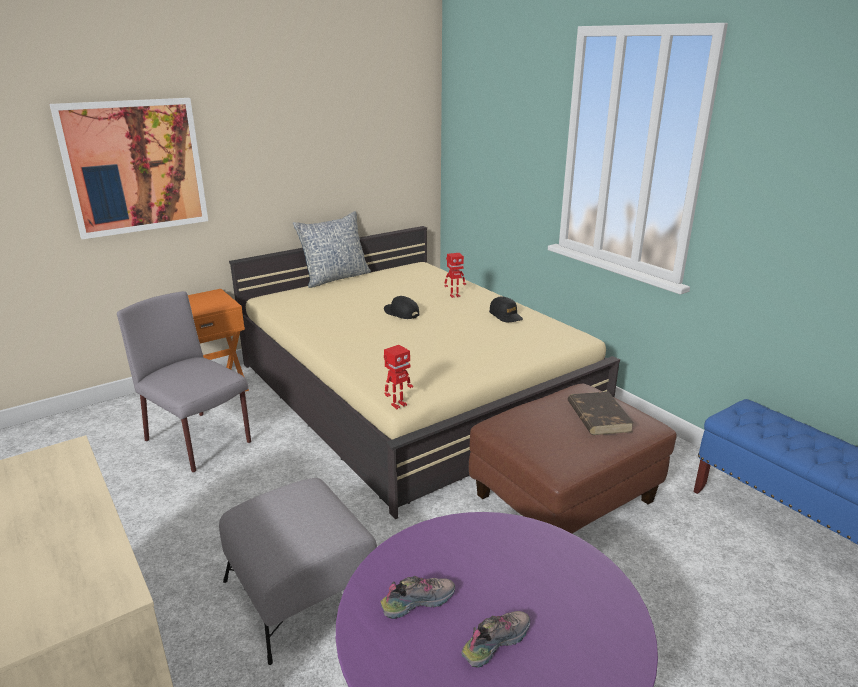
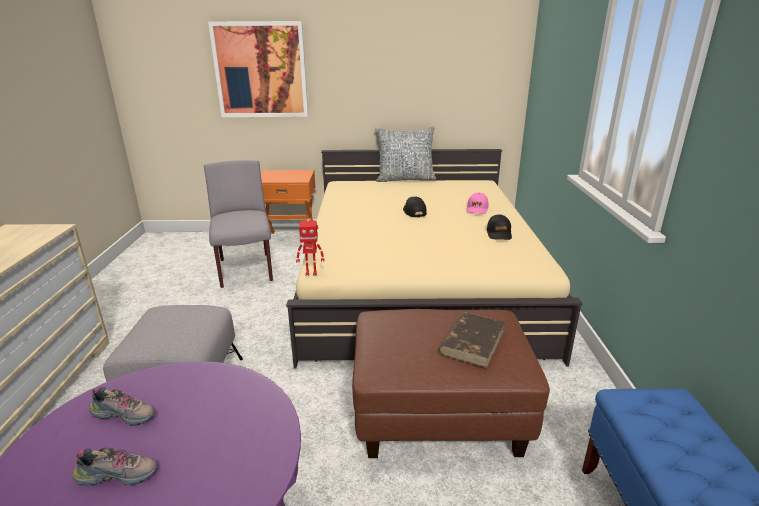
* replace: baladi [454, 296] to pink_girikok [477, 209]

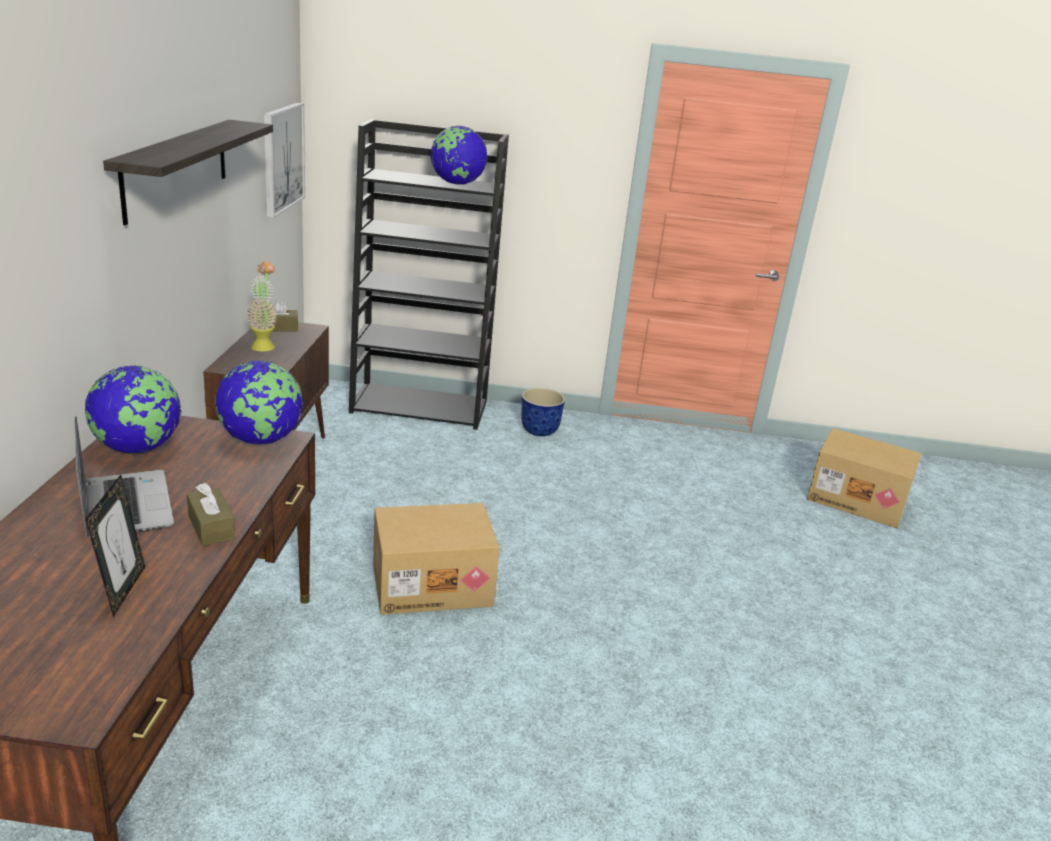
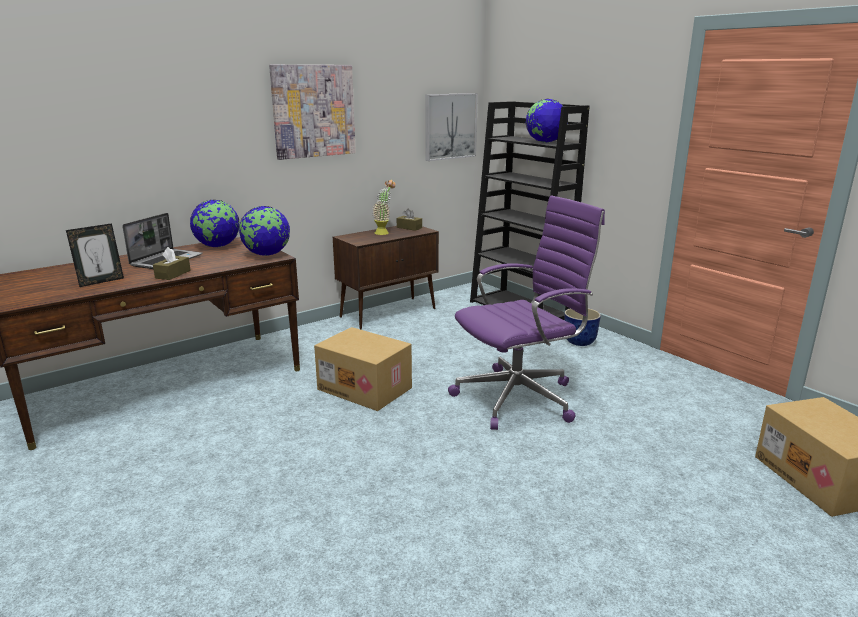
* replace: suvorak [176, 168] to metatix [313, 111]
* insert: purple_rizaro [520, 398]

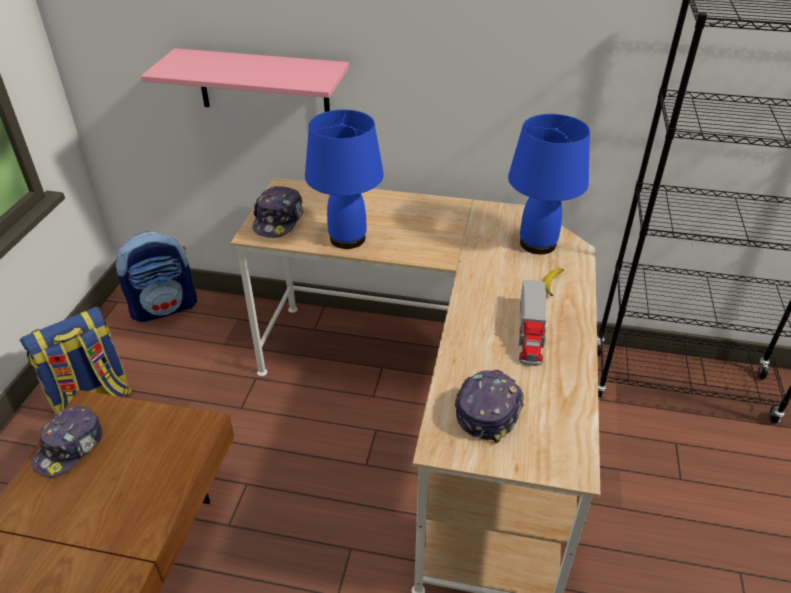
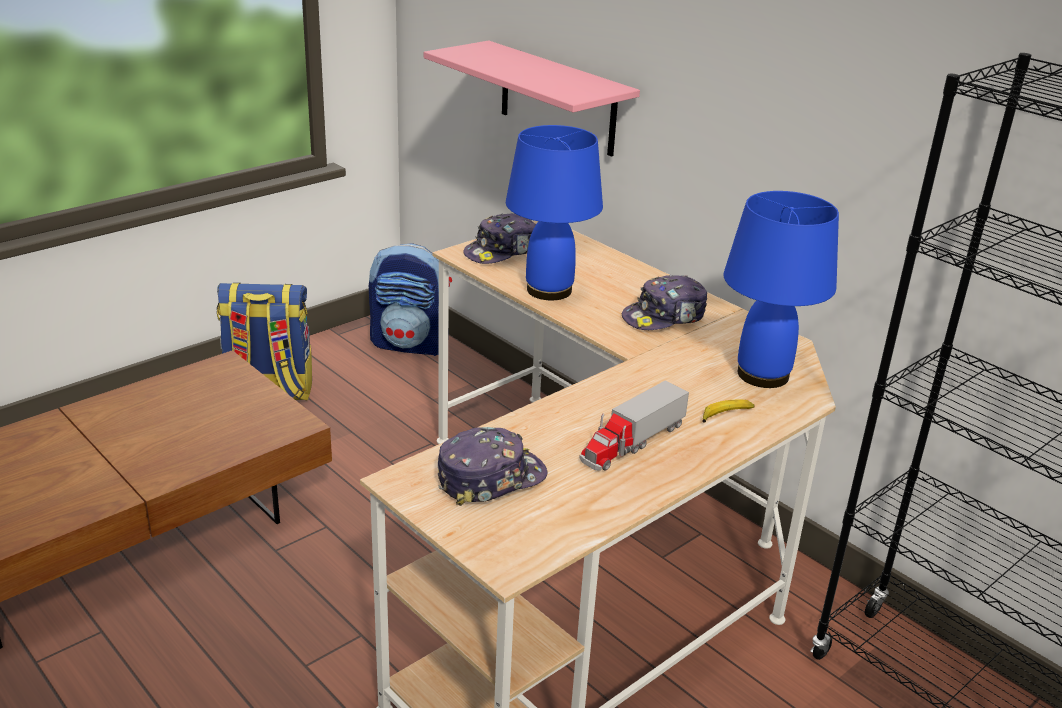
* move: girikok [70, 448] to [664, 317]

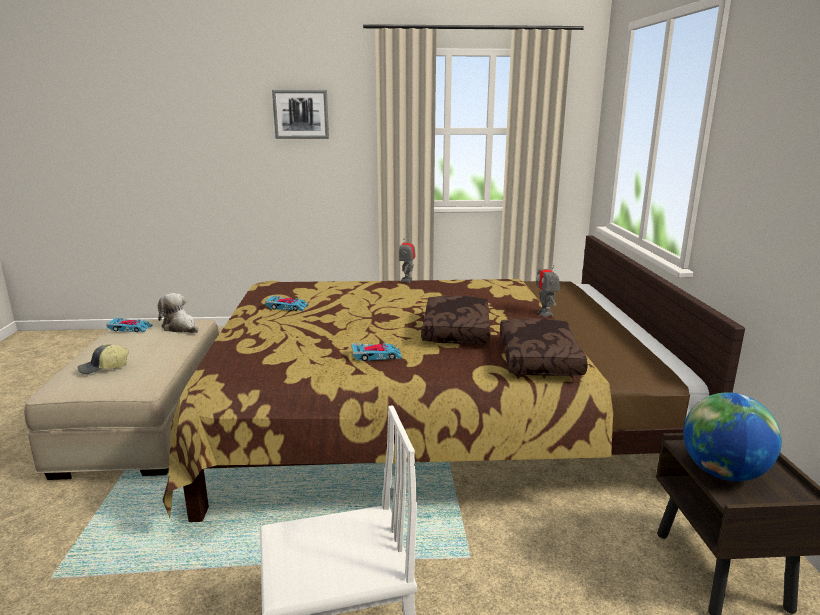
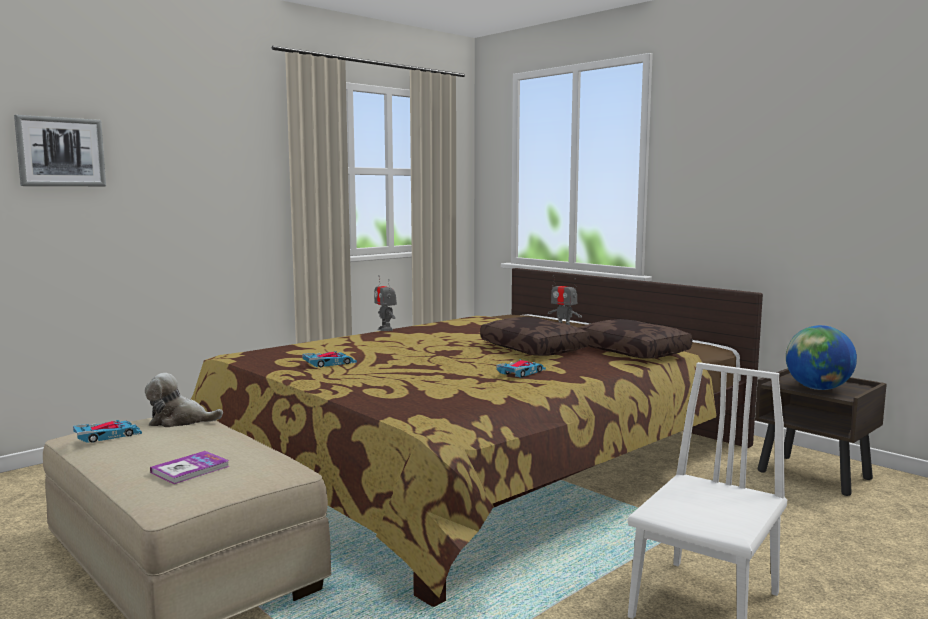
* replace: girikok [104, 368] to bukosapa [190, 469]
* move: metatix [301, 114] to [61, 152]

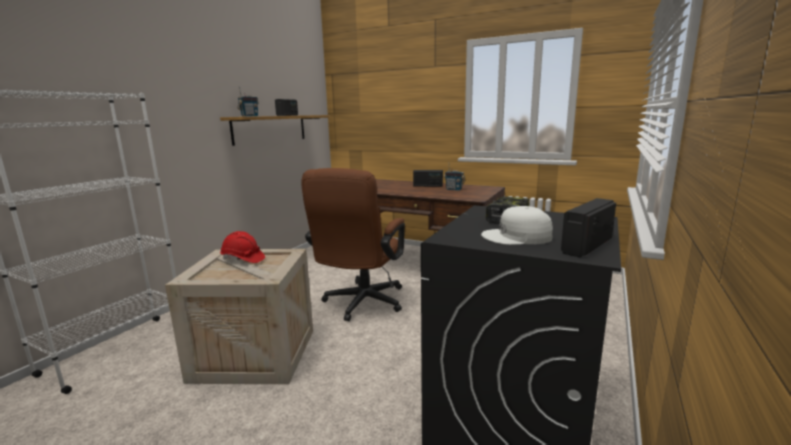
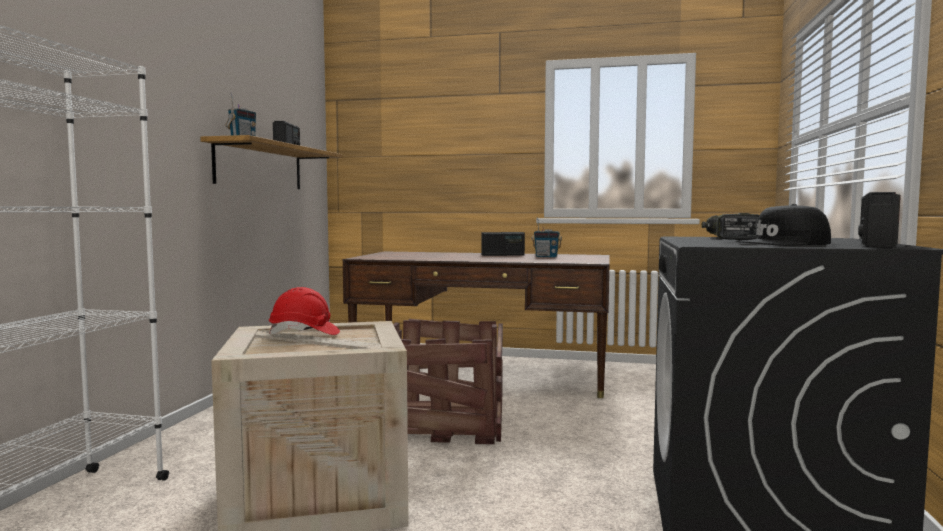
* replace: brown_rizaro [361, 304] to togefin [443, 424]
* recolor: white_girikok [517, 237] to black_girikok [783, 243]

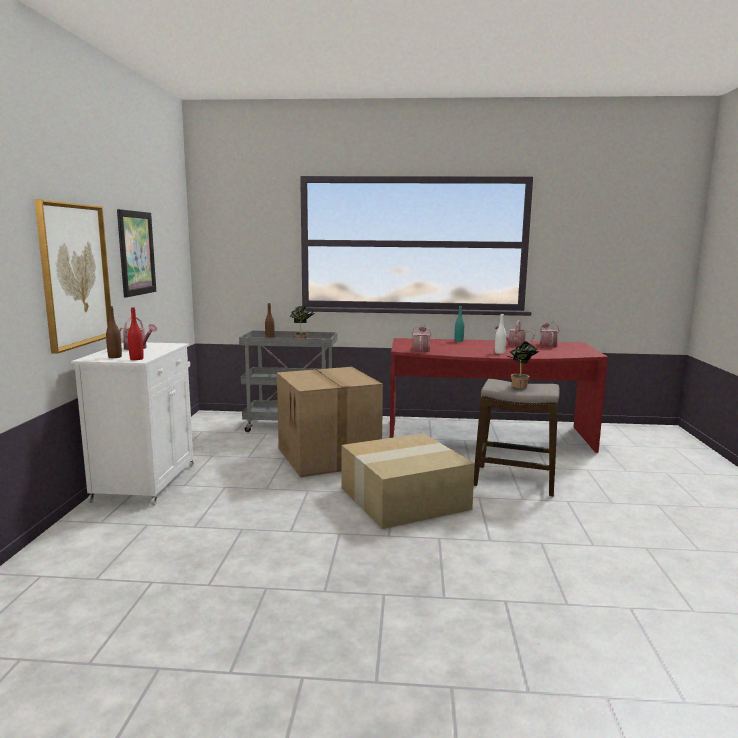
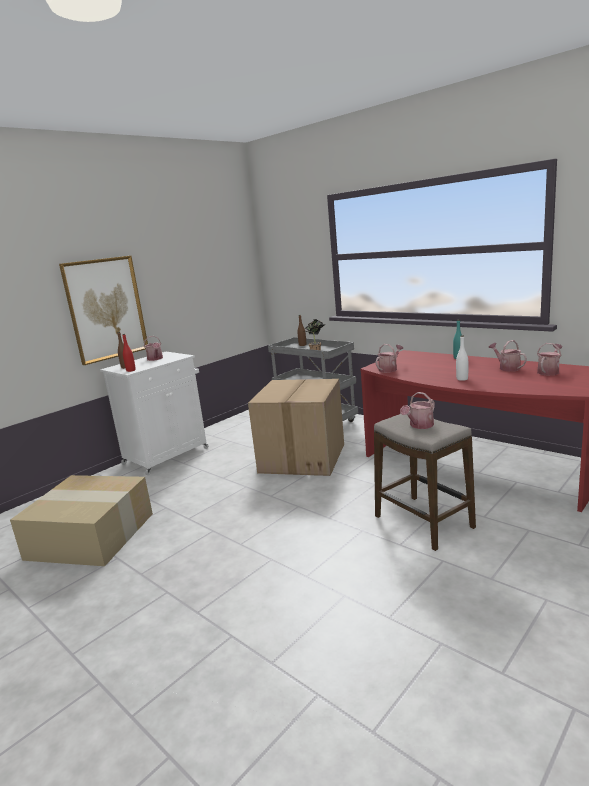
* delete: metatix [136, 253]
* move: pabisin [405, 497] to [93, 535]
* replace: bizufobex [520, 387] to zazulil [419, 426]

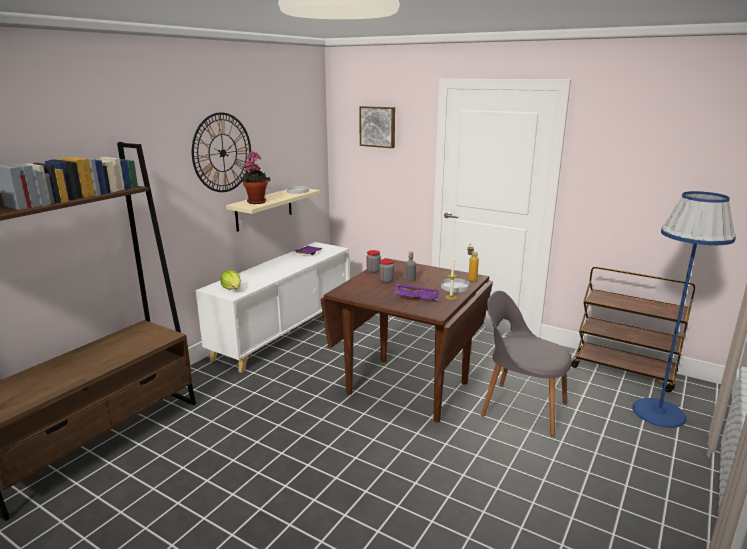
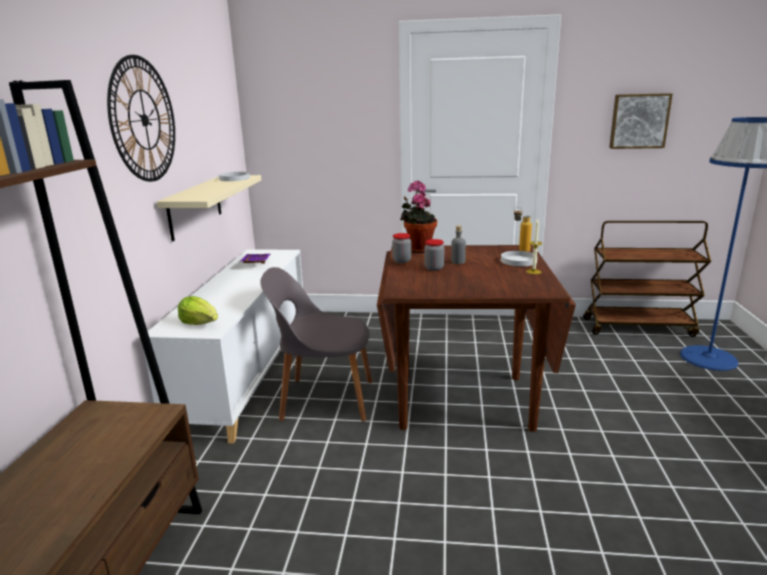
* move: bizufobex [256, 201] to [418, 249]
* move: metatix [378, 126] to [639, 121]
* delete: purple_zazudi [416, 297]
* move: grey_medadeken [521, 408] to [324, 399]

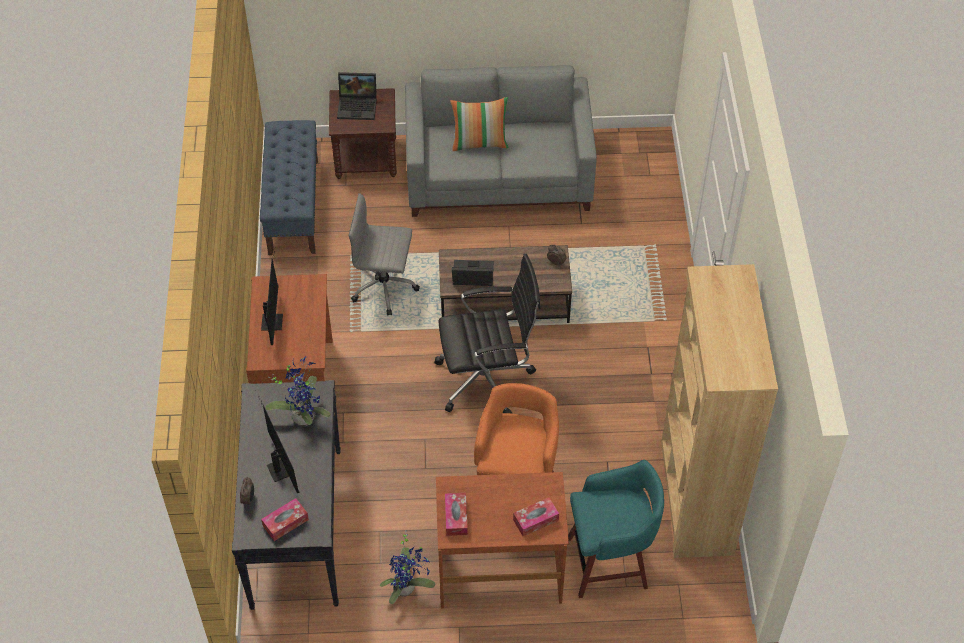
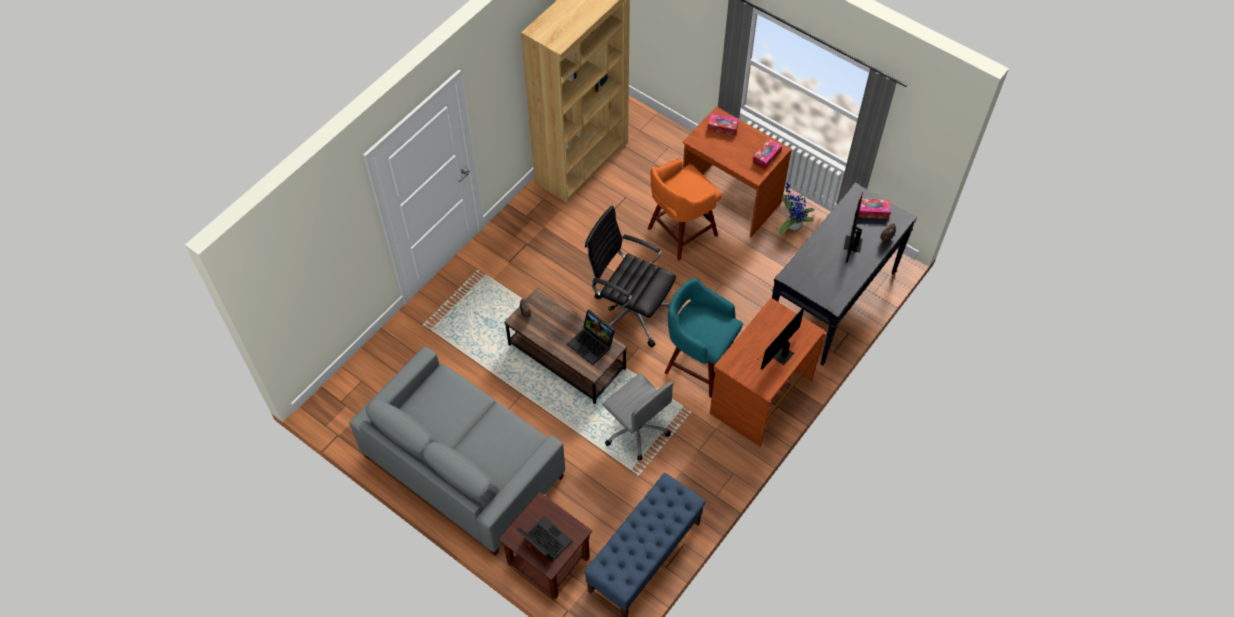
* delete: bizufobex [303, 416]
* delete: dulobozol [480, 143]
* move: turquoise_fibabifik [610, 562] to [699, 364]

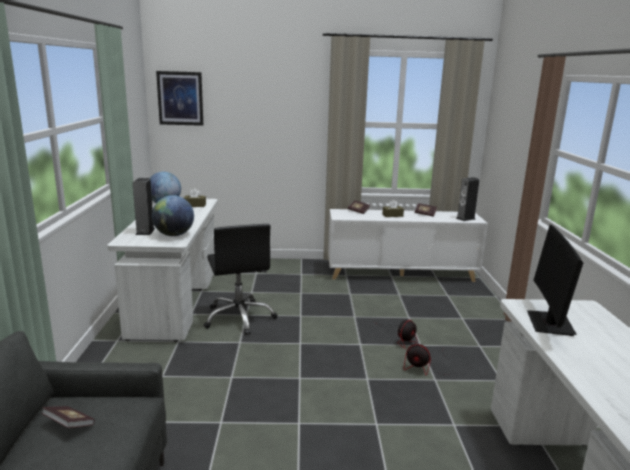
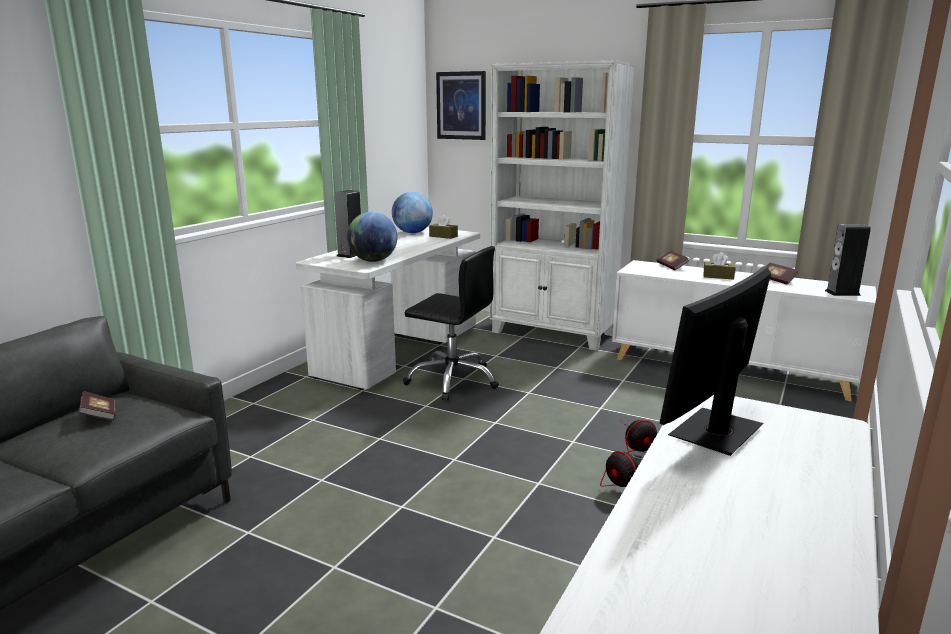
* rotate: black_rizaro [239, 317] = [453, 380] 75 degrees counterclockwise
* insert: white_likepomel [553, 333]

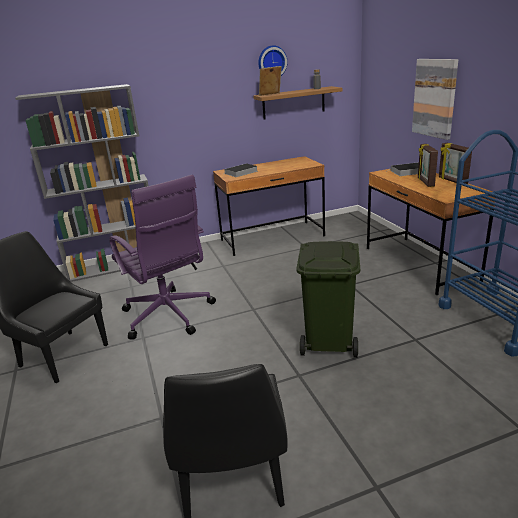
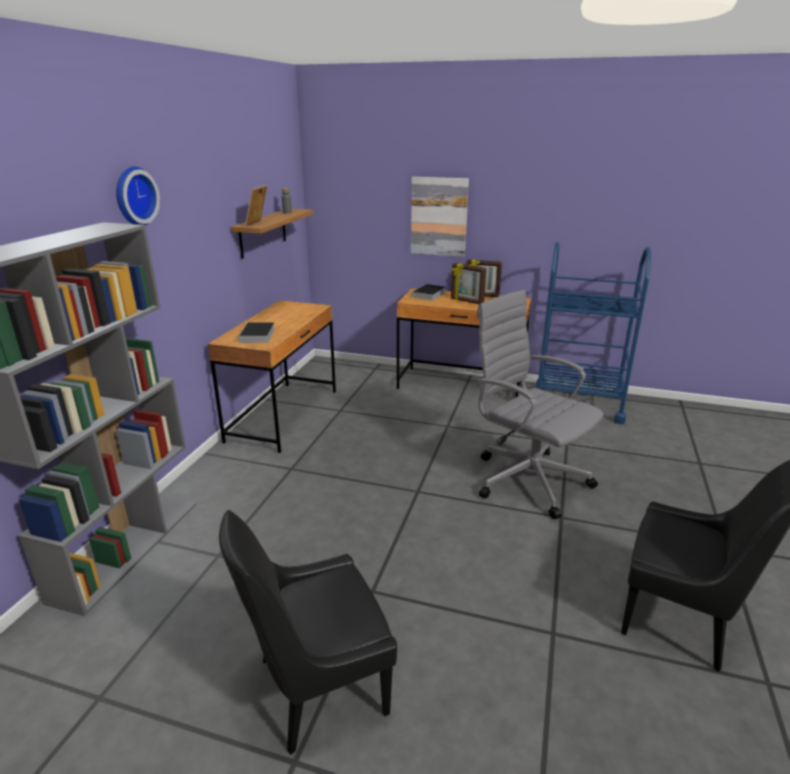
* delete: purple_rizaro [169, 316]
* move: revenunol [271, 62] to [133, 196]
* replace: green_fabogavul [330, 342] to grey_rizaro [527, 479]

